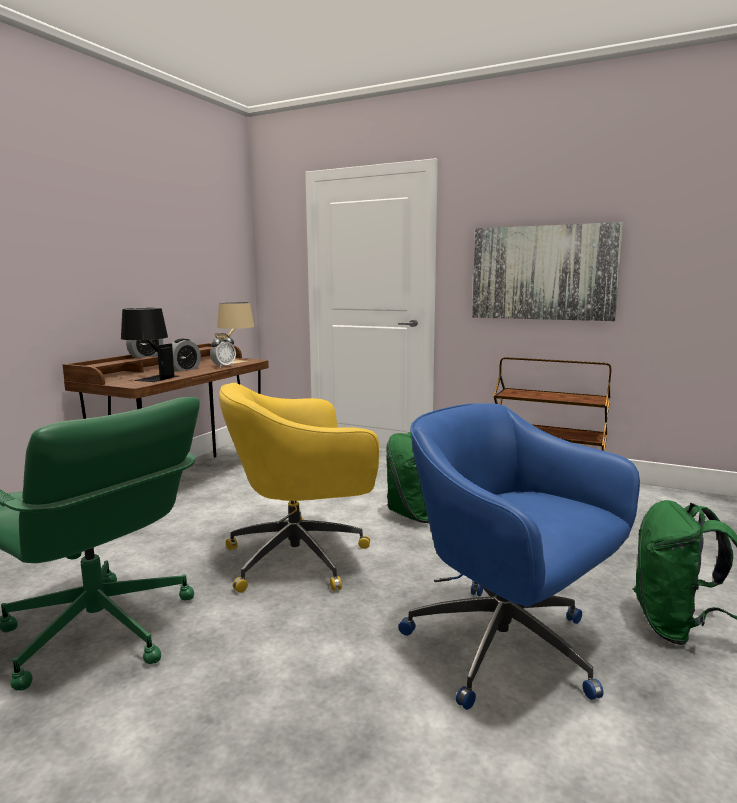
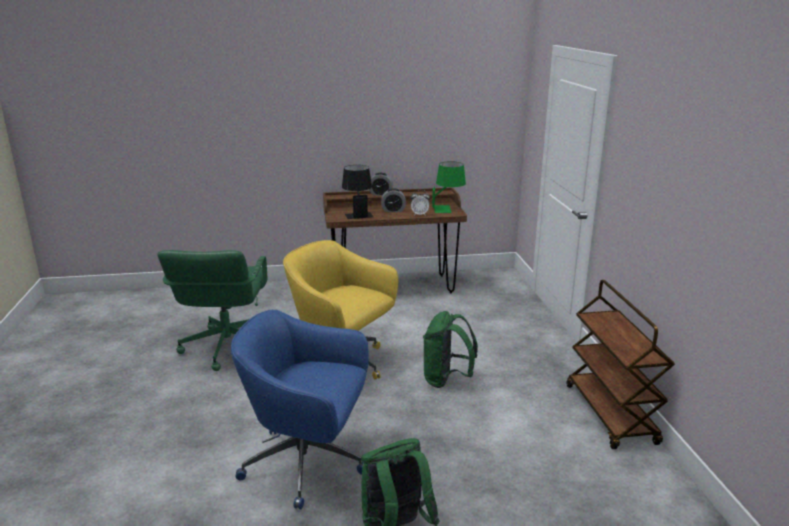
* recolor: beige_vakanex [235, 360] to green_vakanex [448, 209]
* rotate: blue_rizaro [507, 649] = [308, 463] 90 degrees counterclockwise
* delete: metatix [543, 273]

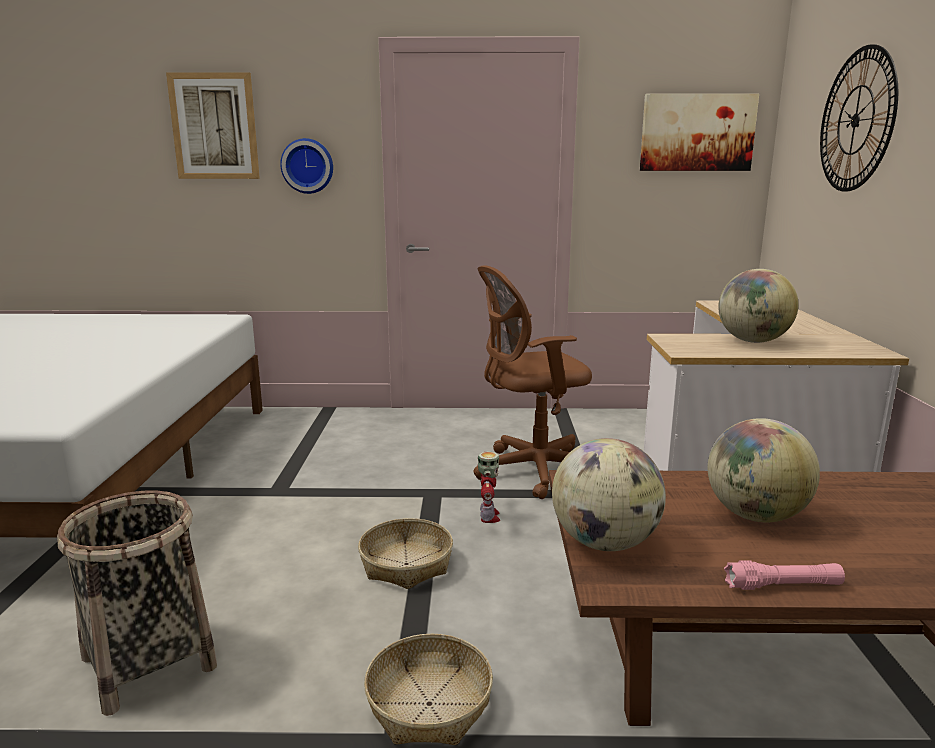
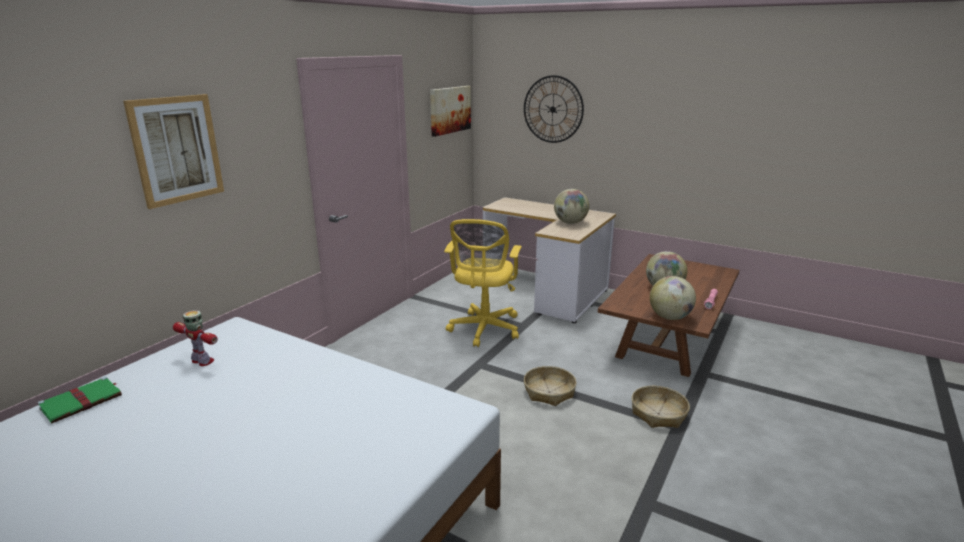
* delete: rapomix [149, 662]
* delete: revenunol [308, 166]
* recolor: brown_rizaro [533, 471] to yellow_rizaro [484, 330]
* move: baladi [488, 517] to [202, 361]
* insert: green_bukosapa [82, 401]

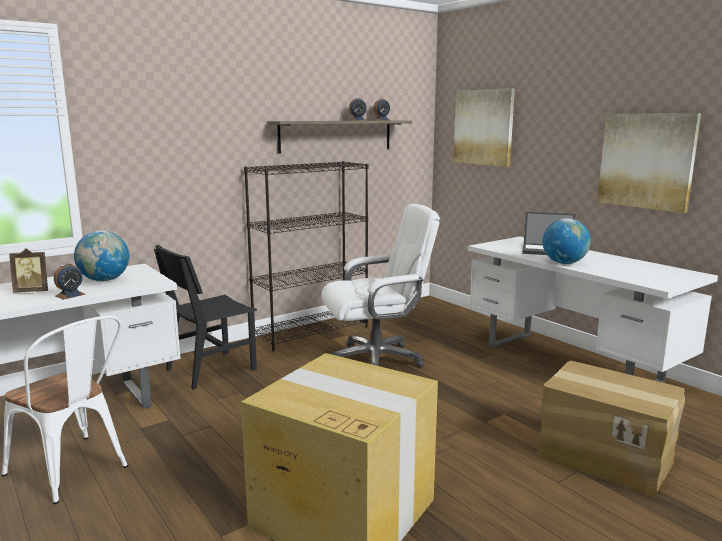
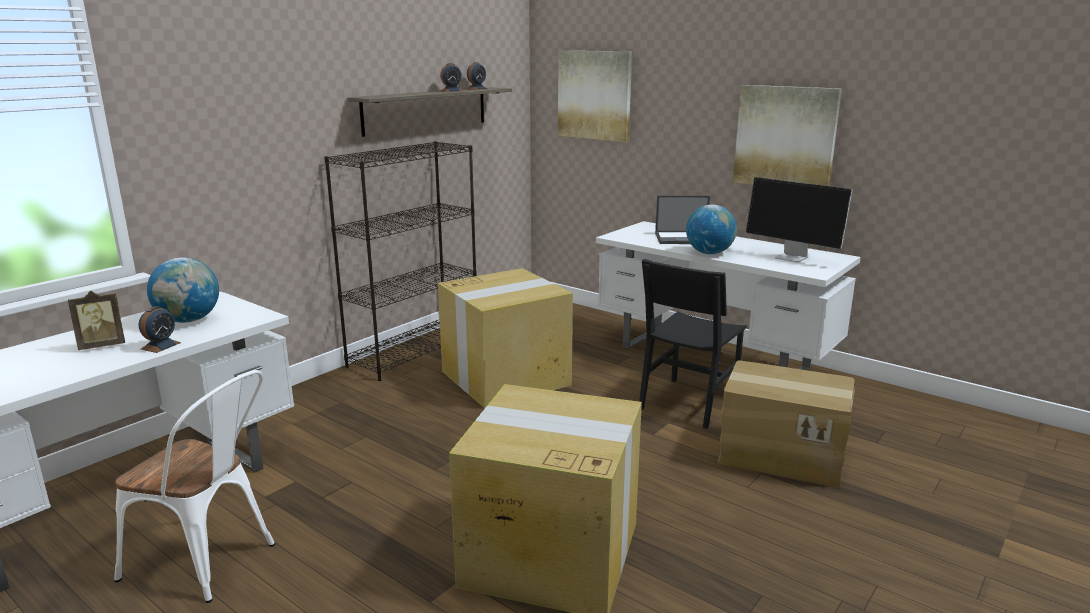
* move: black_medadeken [211, 369] to [688, 402]
* replace: white_rizaro [376, 360] to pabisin [507, 378]
* insert: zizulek [792, 258]

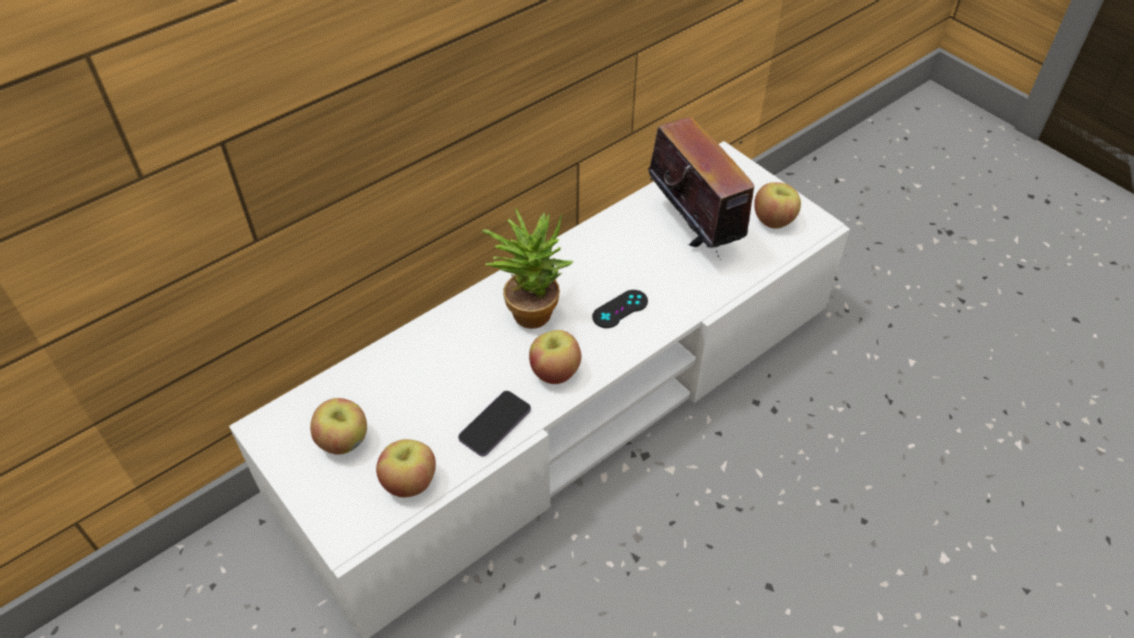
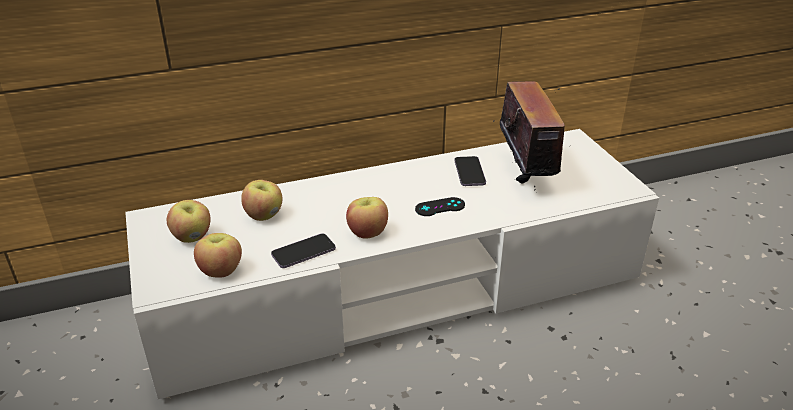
* delete: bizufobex [530, 308]
* move: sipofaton [774, 220] to [264, 215]
* insert: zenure [469, 173]

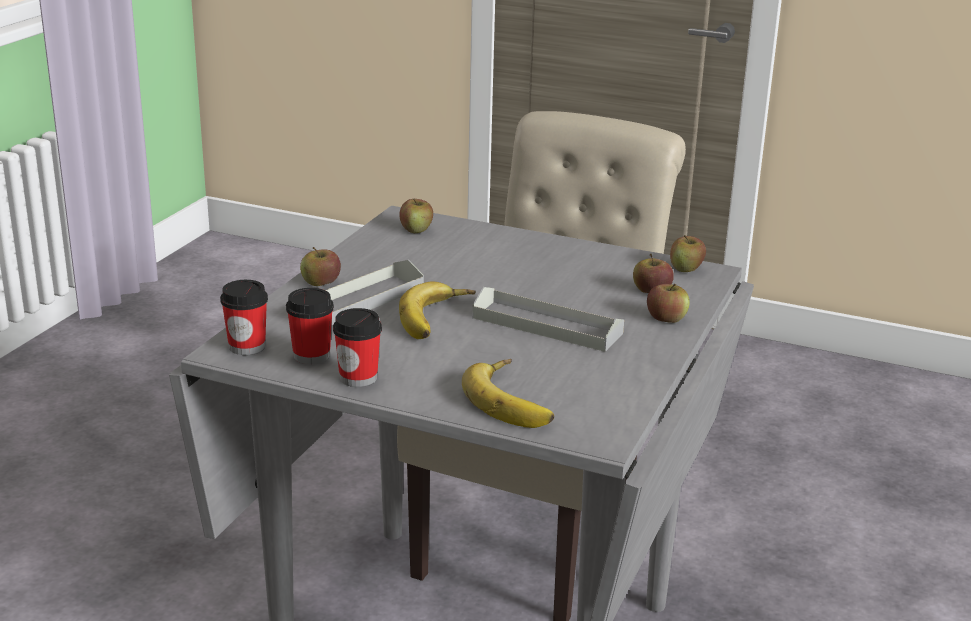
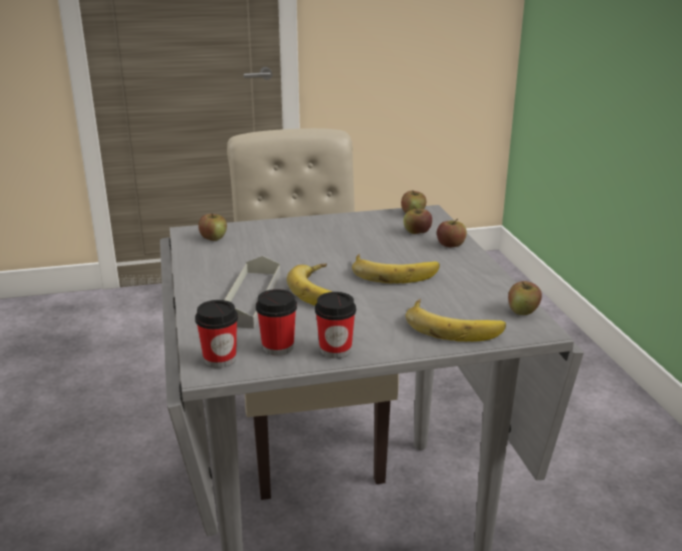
* move: sipofaton [321, 283] to [523, 311]
* replace: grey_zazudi [547, 325] to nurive [394, 272]

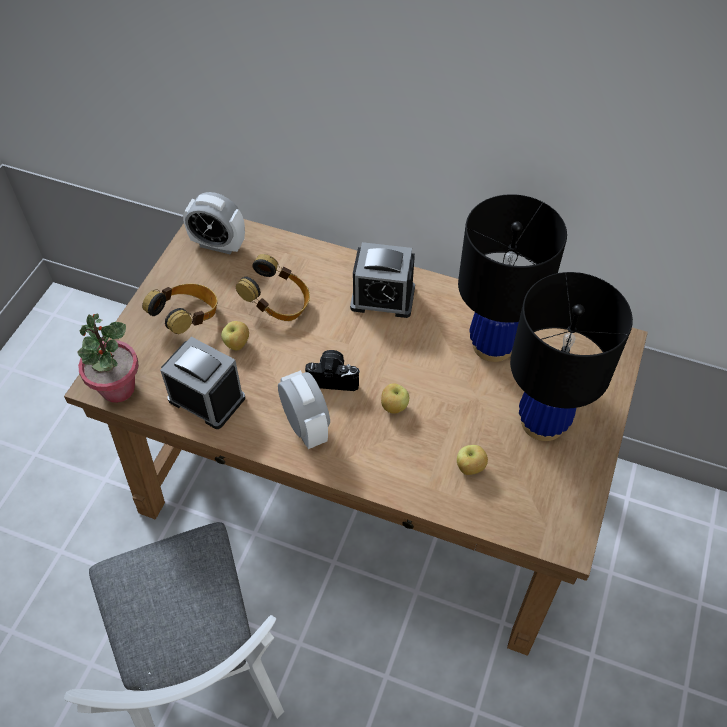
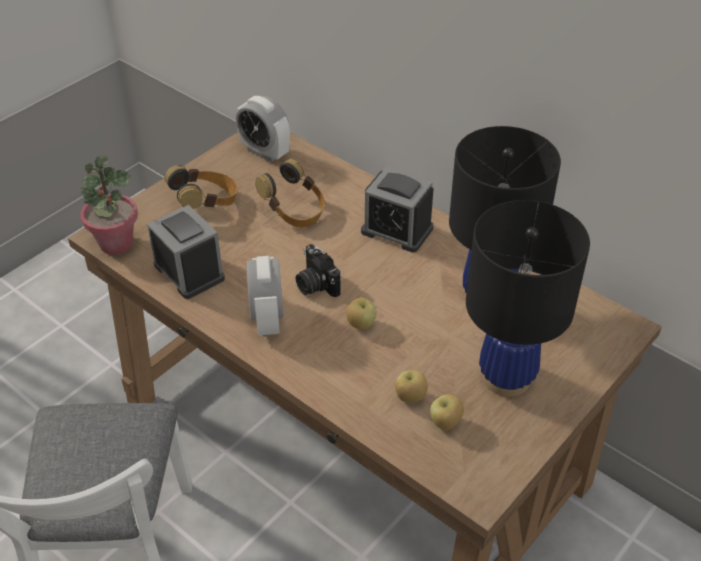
* move: sipofaton [237, 344] to [445, 423]
* rotate: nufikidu [333, 377] = [315, 284] 150 degrees counterclockwise

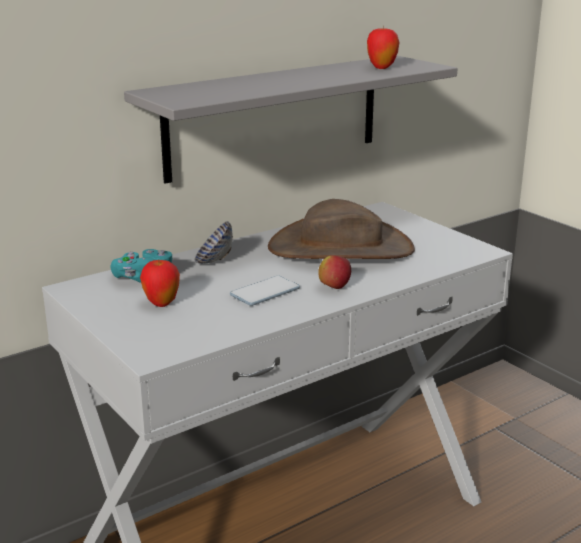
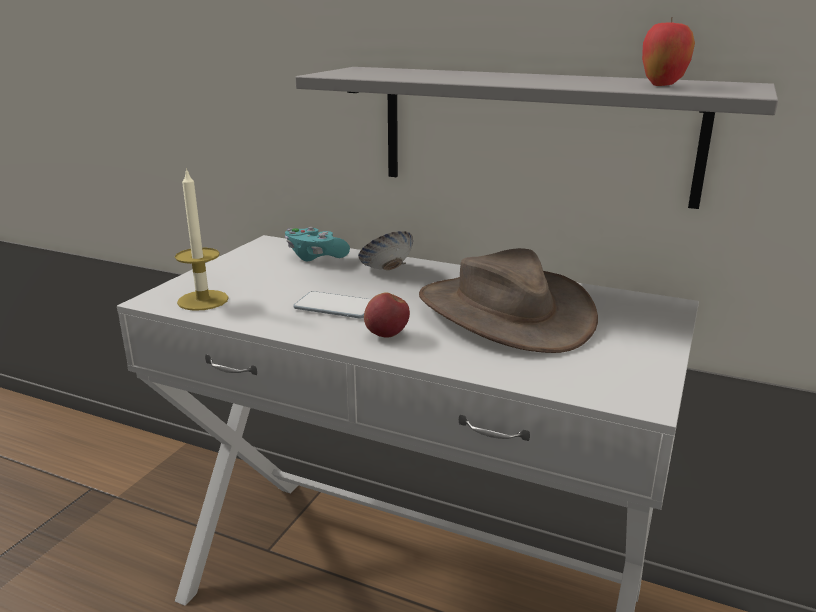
* delete: sipofaton [161, 303]
* insert: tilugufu [203, 300]

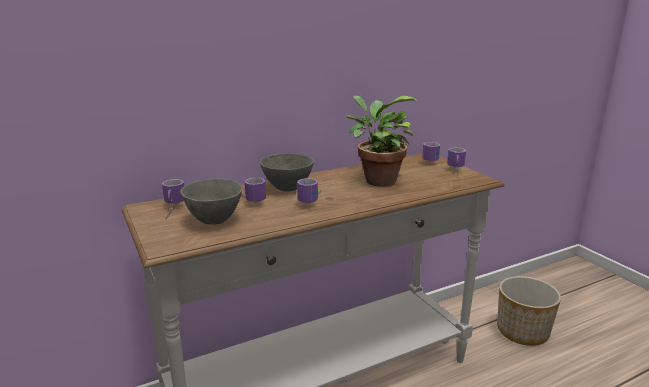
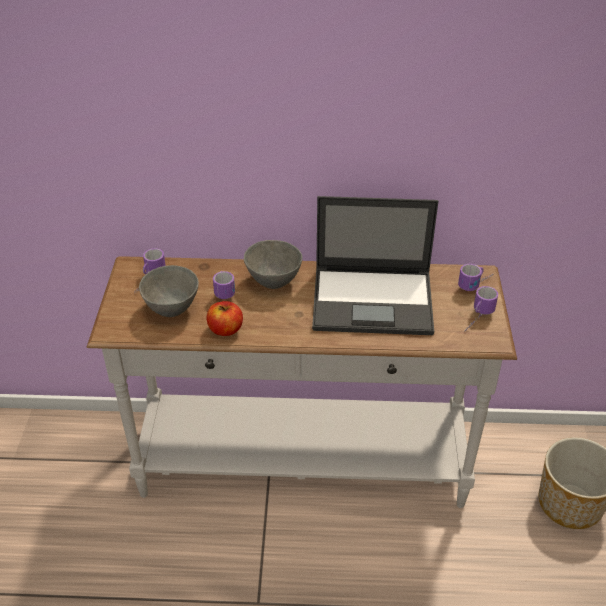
* delete: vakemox [312, 200]
* replace: bizufobex [376, 180] to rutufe [374, 300]
* insert: sipofaton [225, 329]

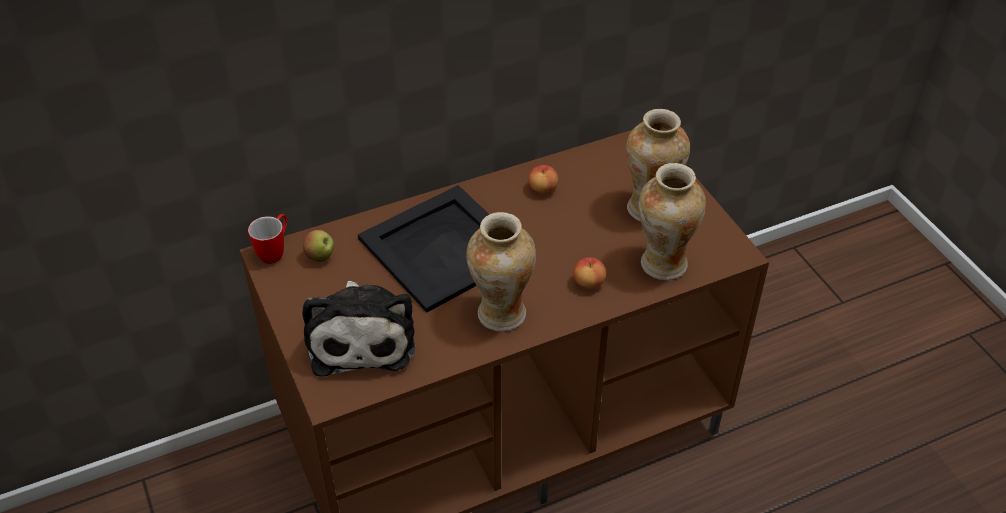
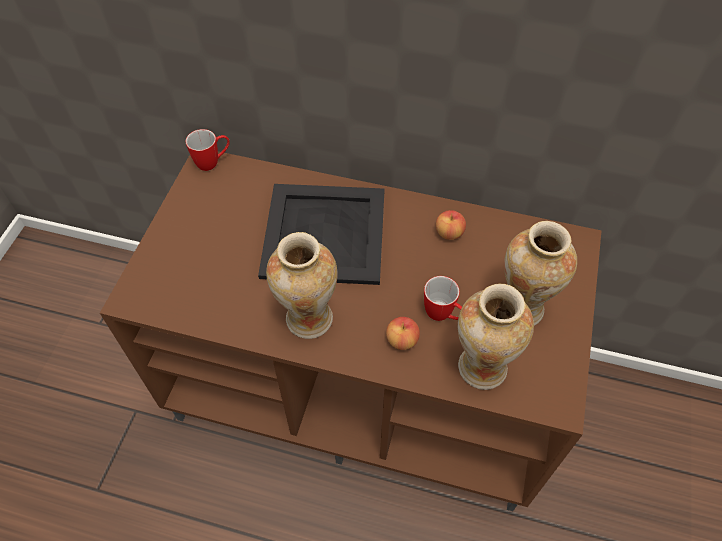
* delete: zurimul [361, 336]
* delete: sipofaton [320, 257]
* insert: vakemox [443, 316]

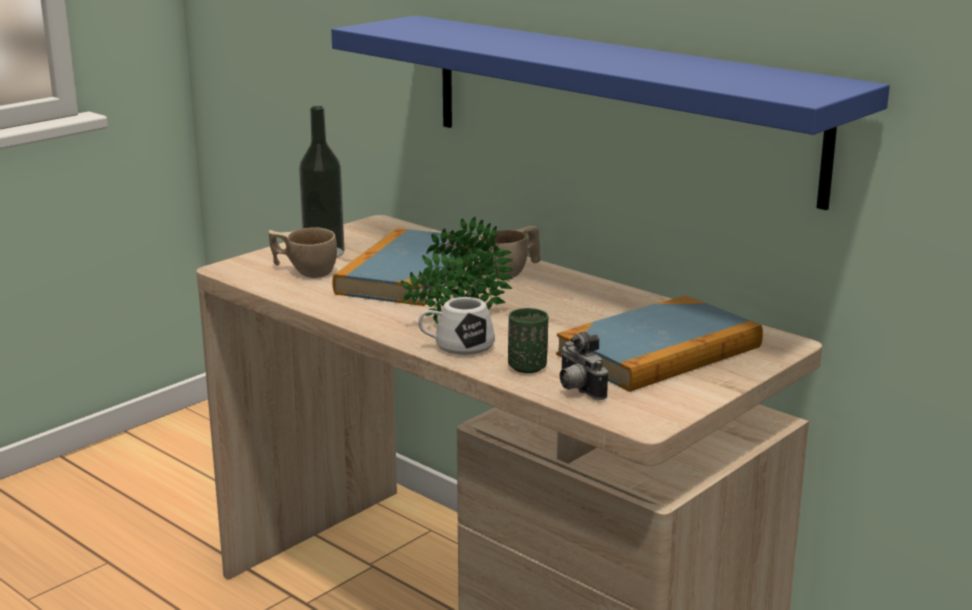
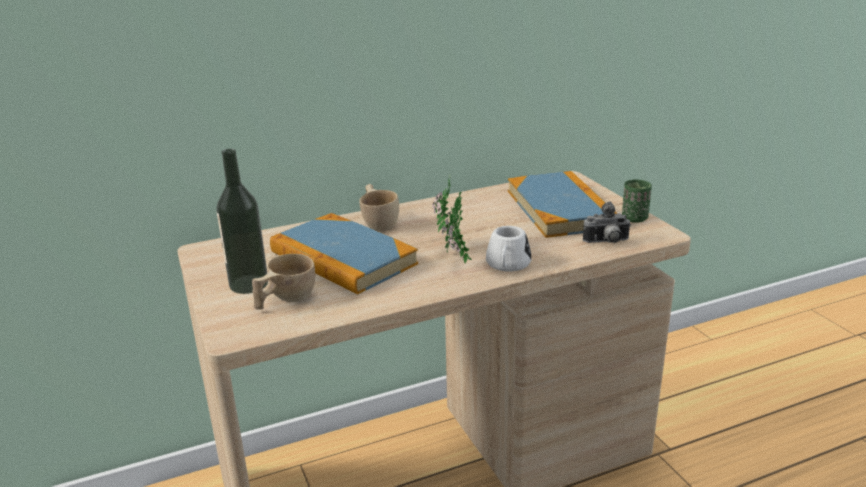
* delete: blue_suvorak [617, 104]
* move: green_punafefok [527, 367] to [634, 218]

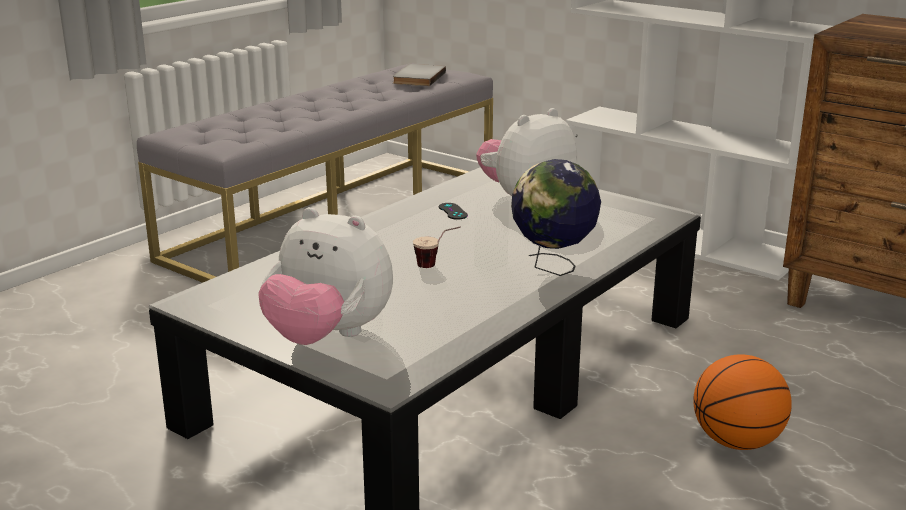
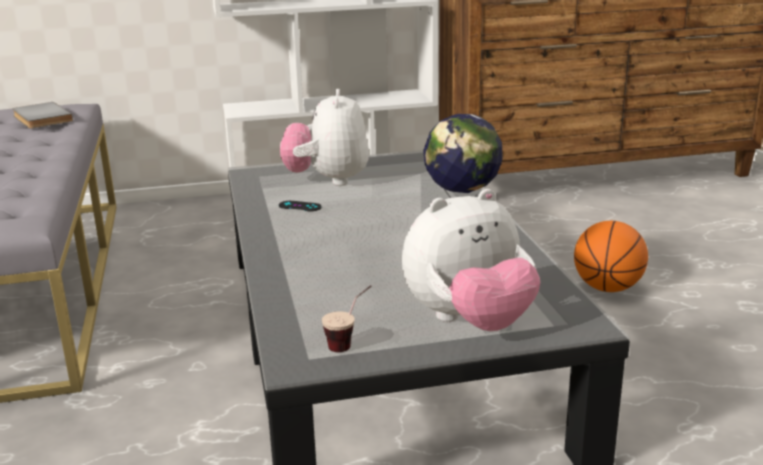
* move: punafefok [436, 266] to [350, 342]

